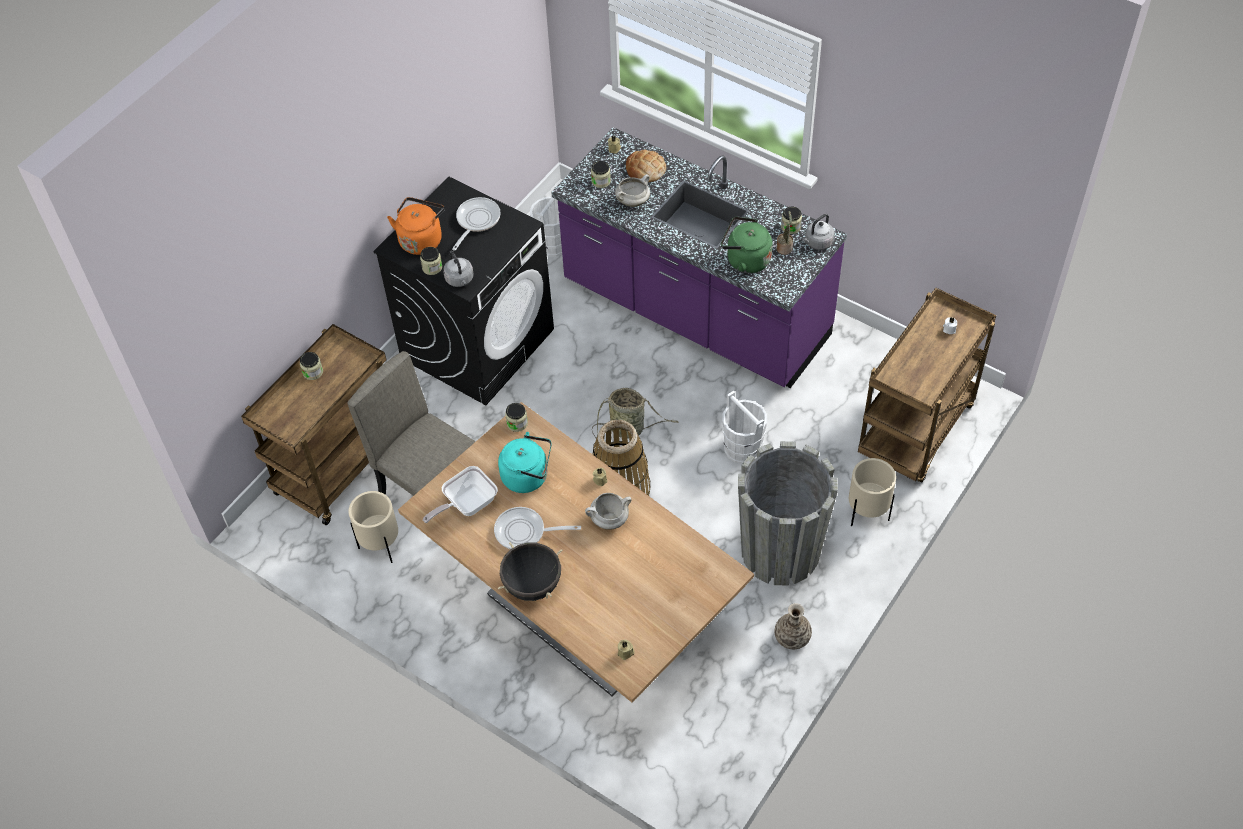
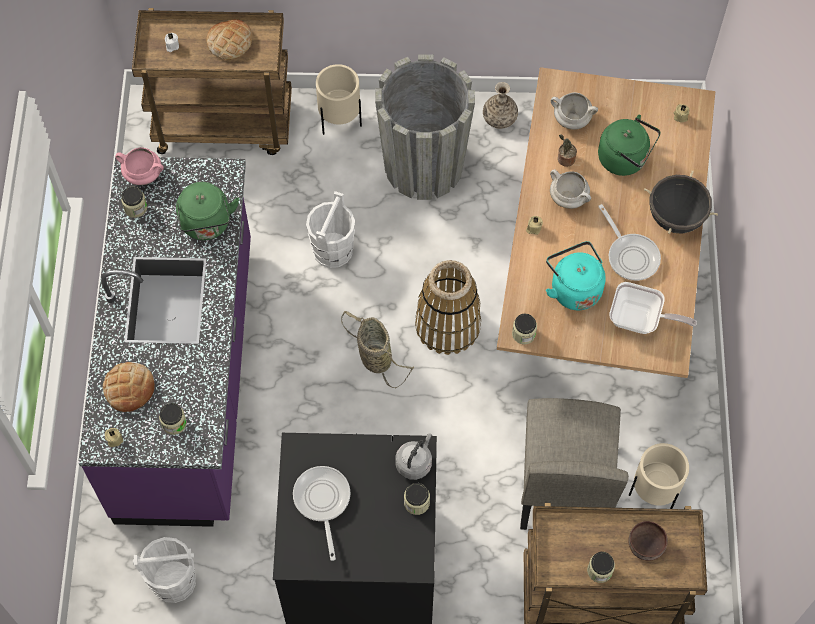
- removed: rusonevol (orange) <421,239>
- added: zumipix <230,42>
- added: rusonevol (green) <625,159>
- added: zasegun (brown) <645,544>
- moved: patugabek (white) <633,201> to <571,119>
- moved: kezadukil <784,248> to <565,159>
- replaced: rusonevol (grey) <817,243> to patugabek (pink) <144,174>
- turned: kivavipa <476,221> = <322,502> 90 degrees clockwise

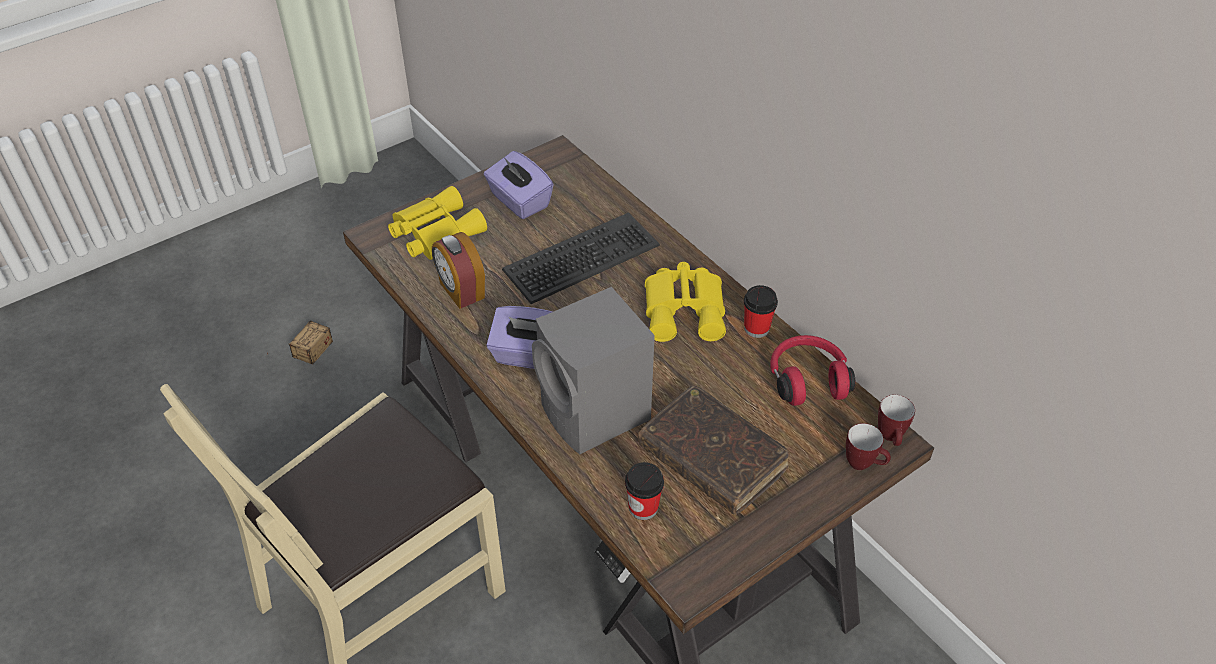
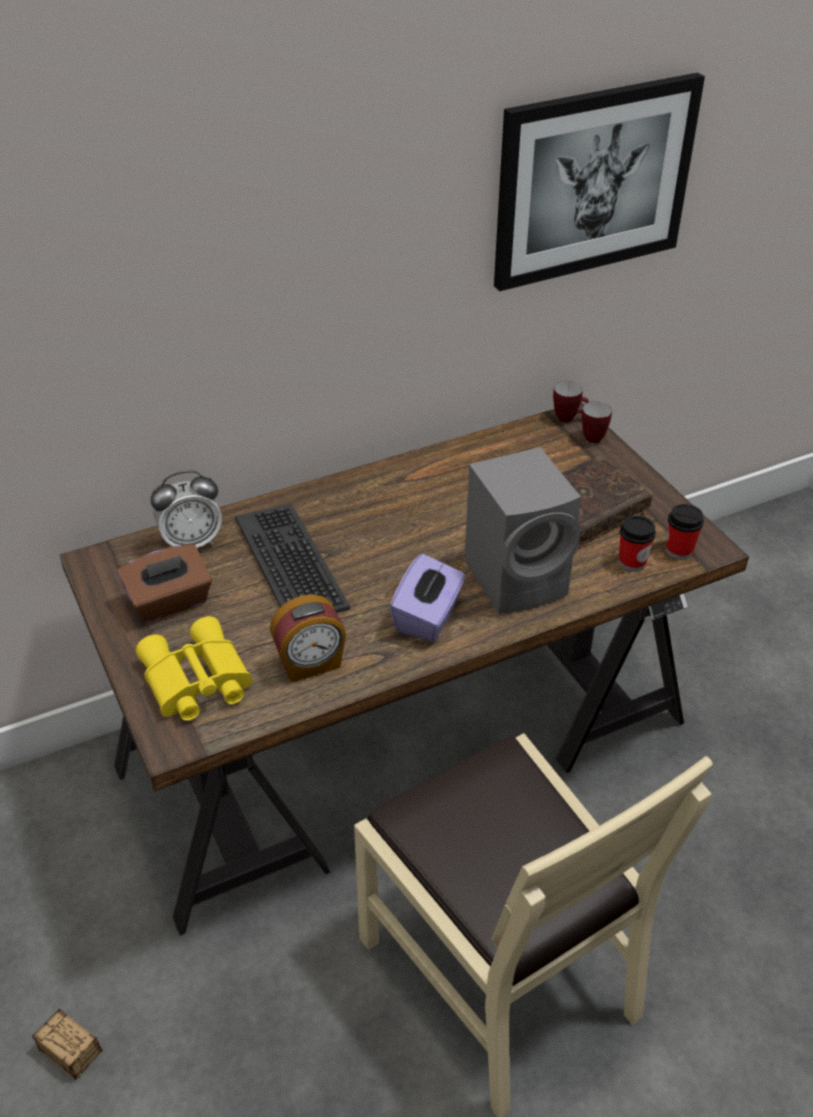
- removed: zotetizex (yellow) <686,310>
- removed: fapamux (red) <807,379>
- added: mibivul <191,542>
- added: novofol <593,181>
- moved: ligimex <756,328> to <679,551>
- recoloured: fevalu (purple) <519,201> to fevalu (brown) <170,602>

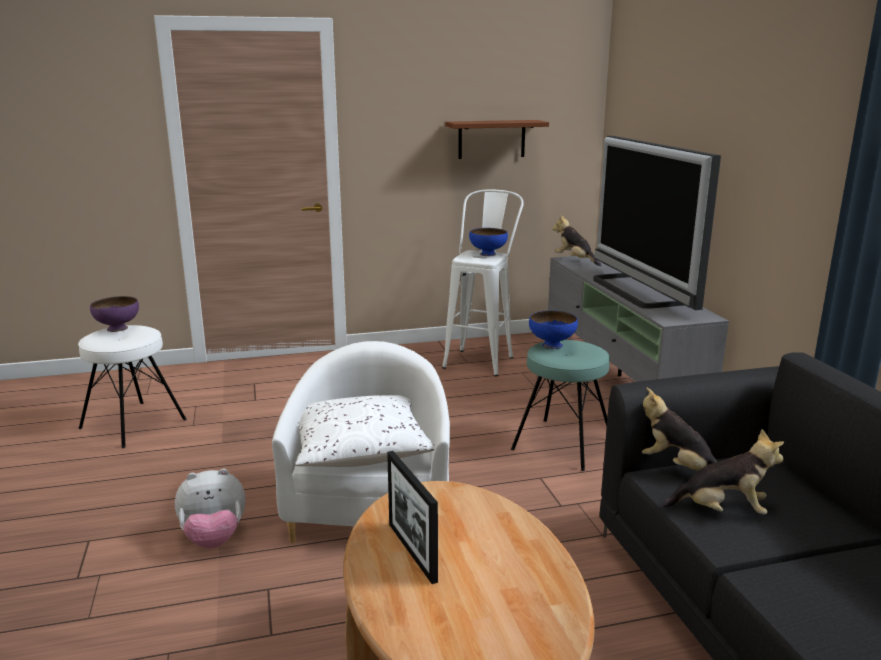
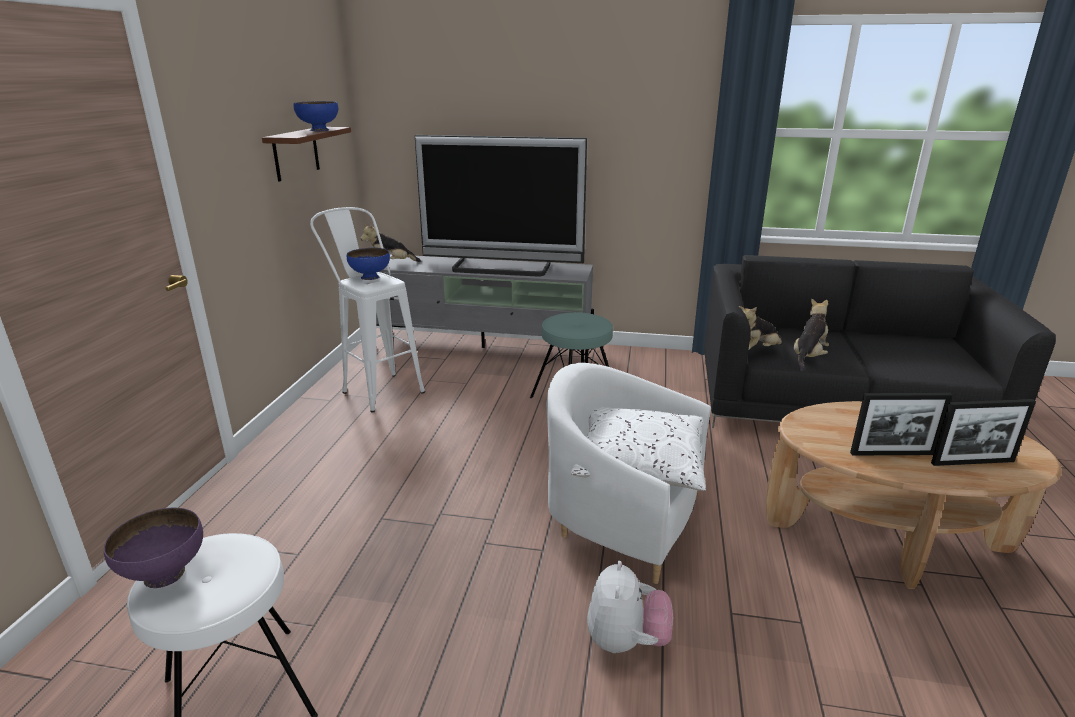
- added: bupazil <972,462>
- moved: zasegun (blue) <552,345> to <319,130>

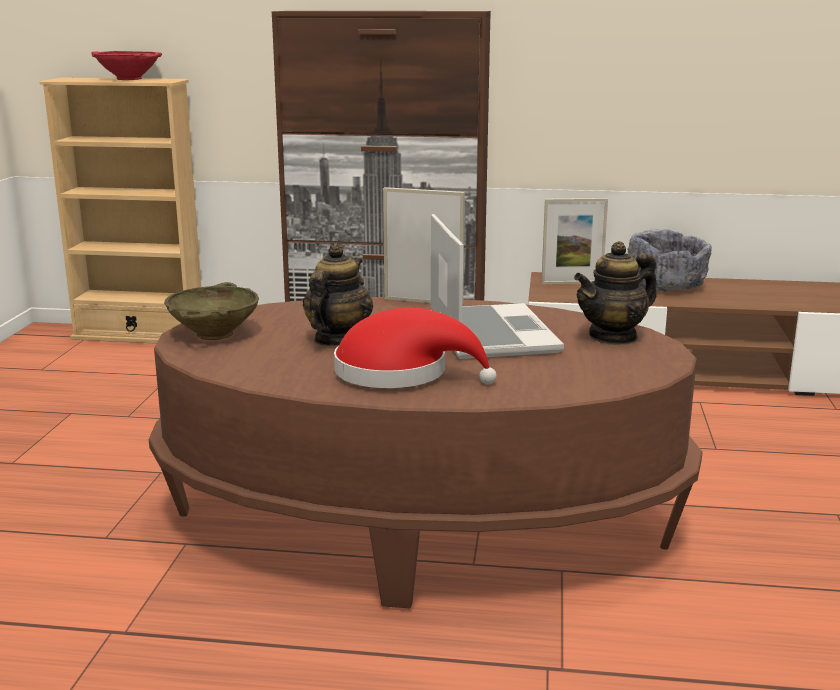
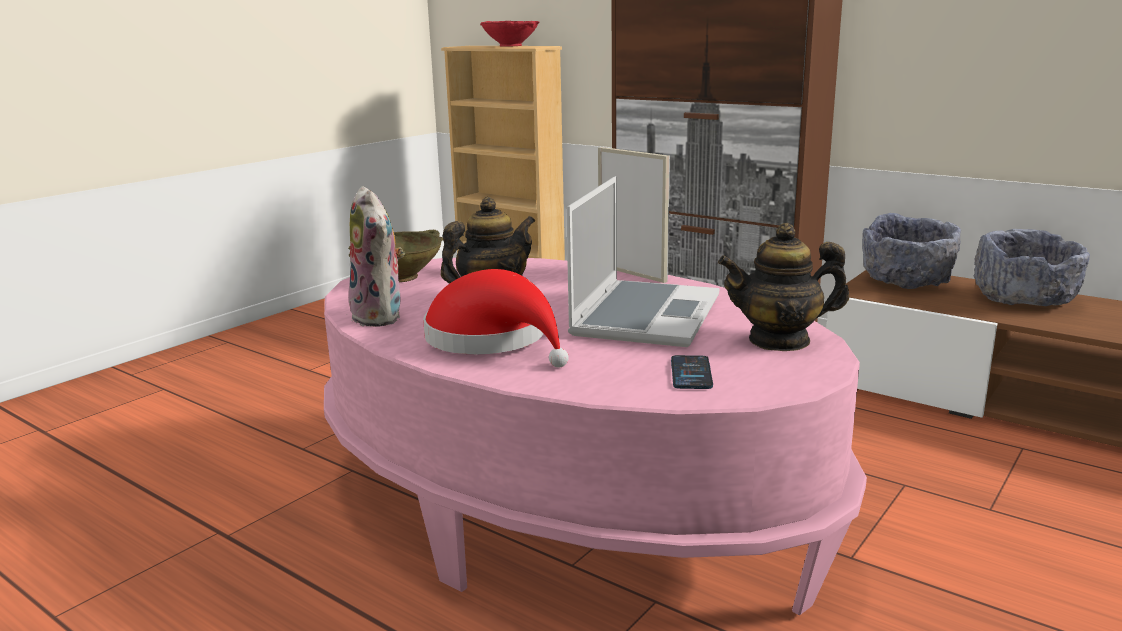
- added: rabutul <382,317>
- added: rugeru <691,373>
- replaced: bupazil <572,283> to zasegun (grey) <906,281>
- recoloured: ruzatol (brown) <419,522> to ruzatol (pink) <565,505>

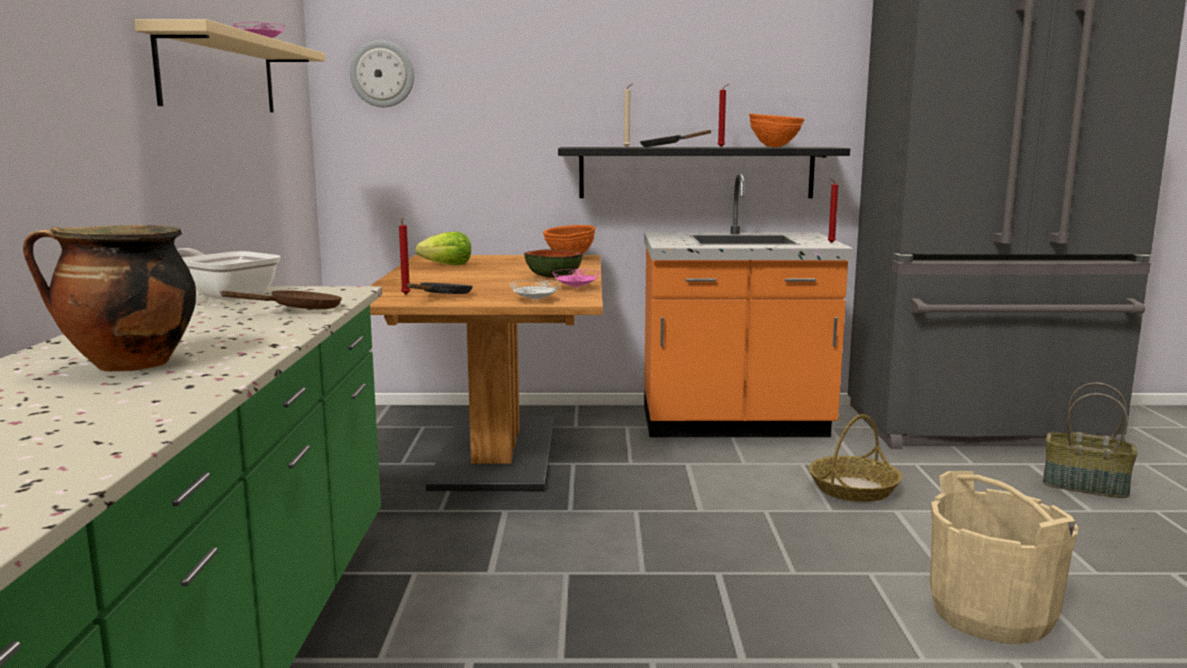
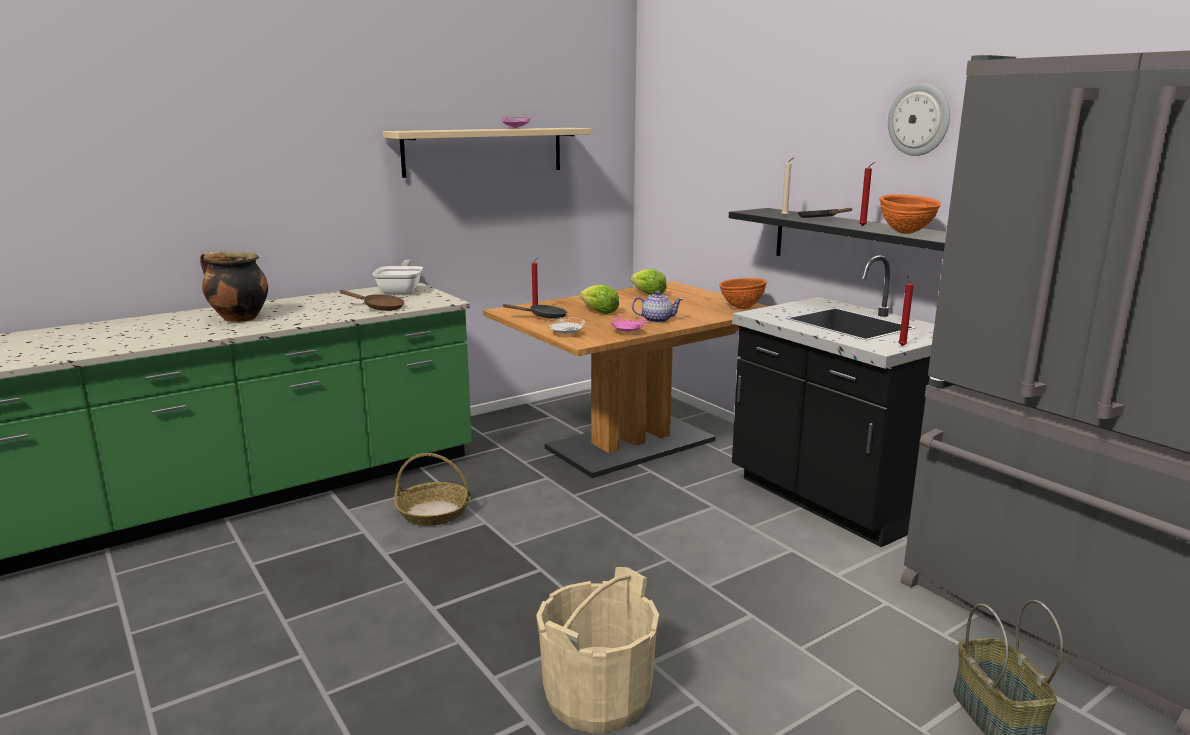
- added: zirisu <599,312>
- moved: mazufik <382,74> to <919,119>
- moved: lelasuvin <853,489> to <434,512>
- replaced: zasegun <552,277> to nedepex <657,320>
- recoloured: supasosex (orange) <734,425> to supasosex (black) <830,500>

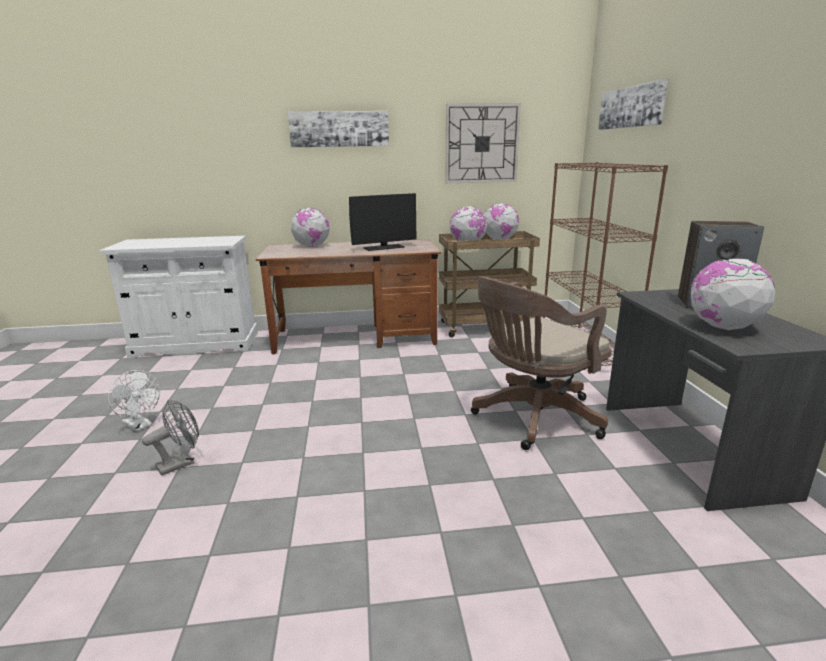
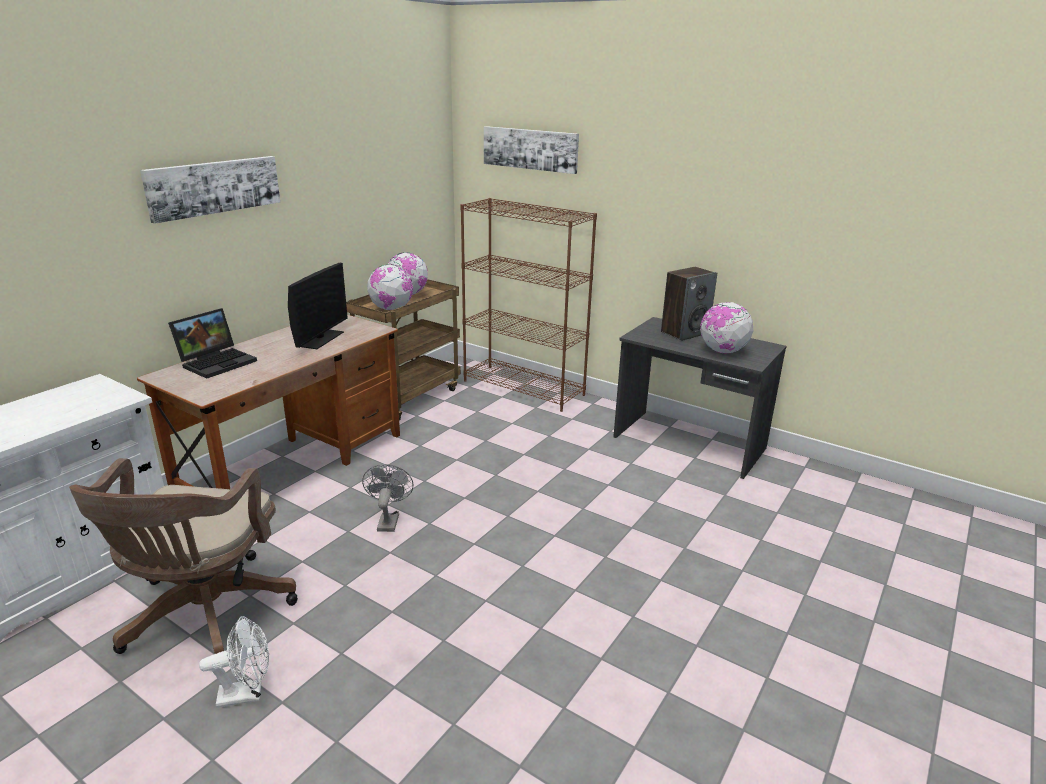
- removed: mazufik <481,144>
- moved: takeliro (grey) <181,463> to <388,520>
- moved: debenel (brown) <532,418> to <204,617>
- replaced: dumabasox <312,246> to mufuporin <218,362>

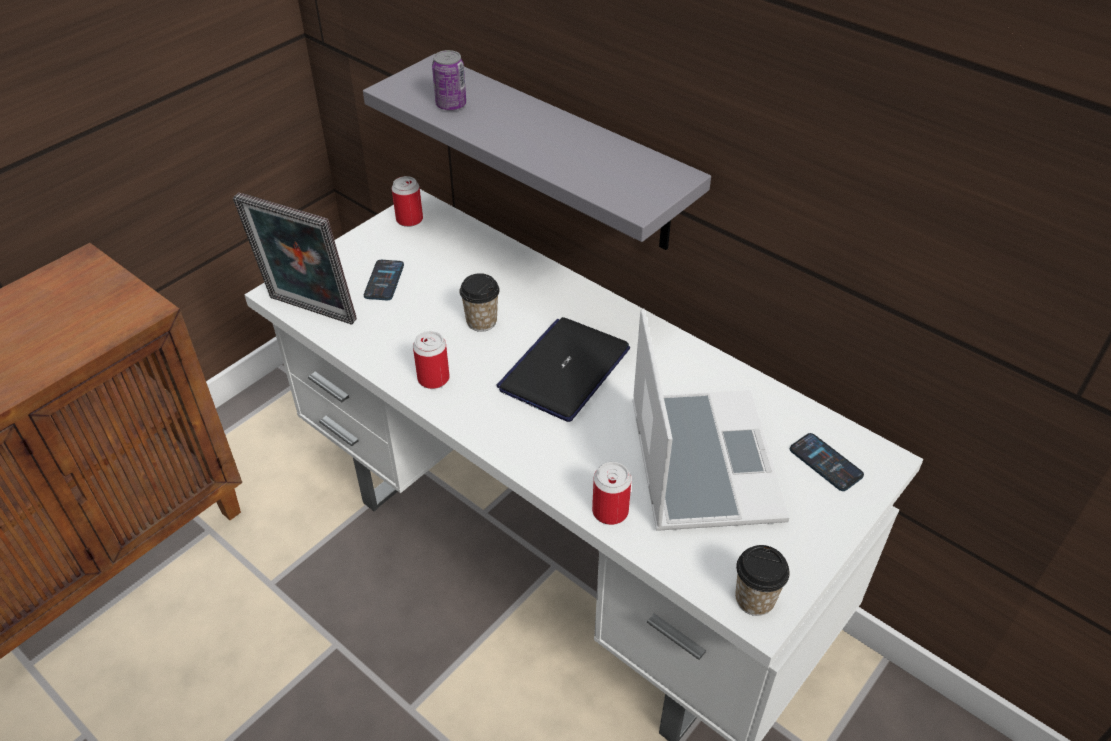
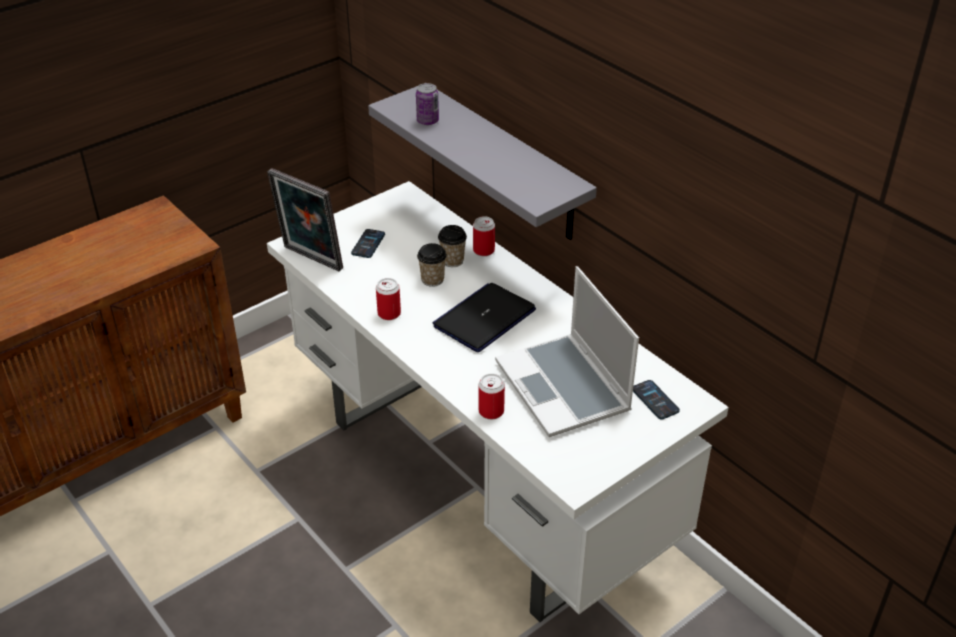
- moved: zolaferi <409,219> to <483,250>
- moved: ligimex <754,599> to <452,261>
- turned: mufuporin <700,460> = <565,387> 150 degrees clockwise

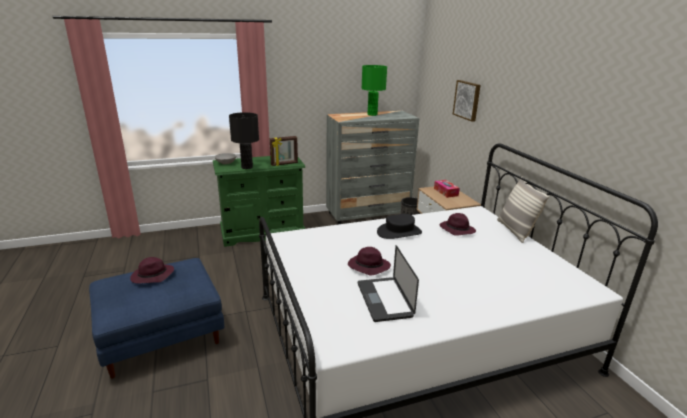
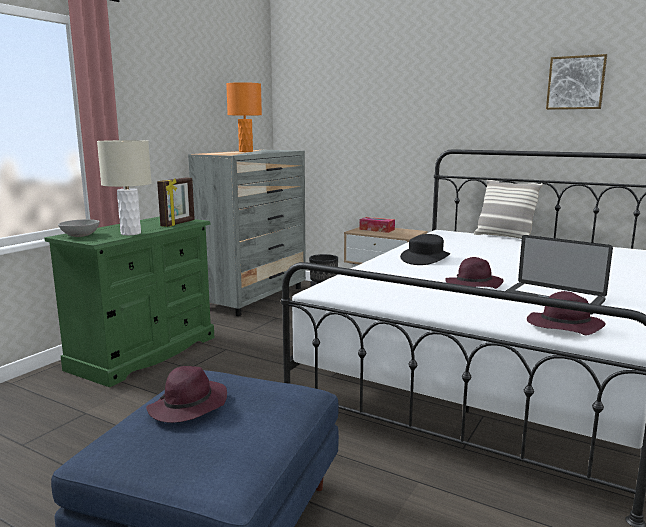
- moved: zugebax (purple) <456,230> to <563,327>
- moved: novofol <467,100> to <576,83>
- recoloured: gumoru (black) <247,167> to gumoru (beige) <131,233>
- recoloured: gumoru (green) <372,114> to gumoru (orange) <246,151>

